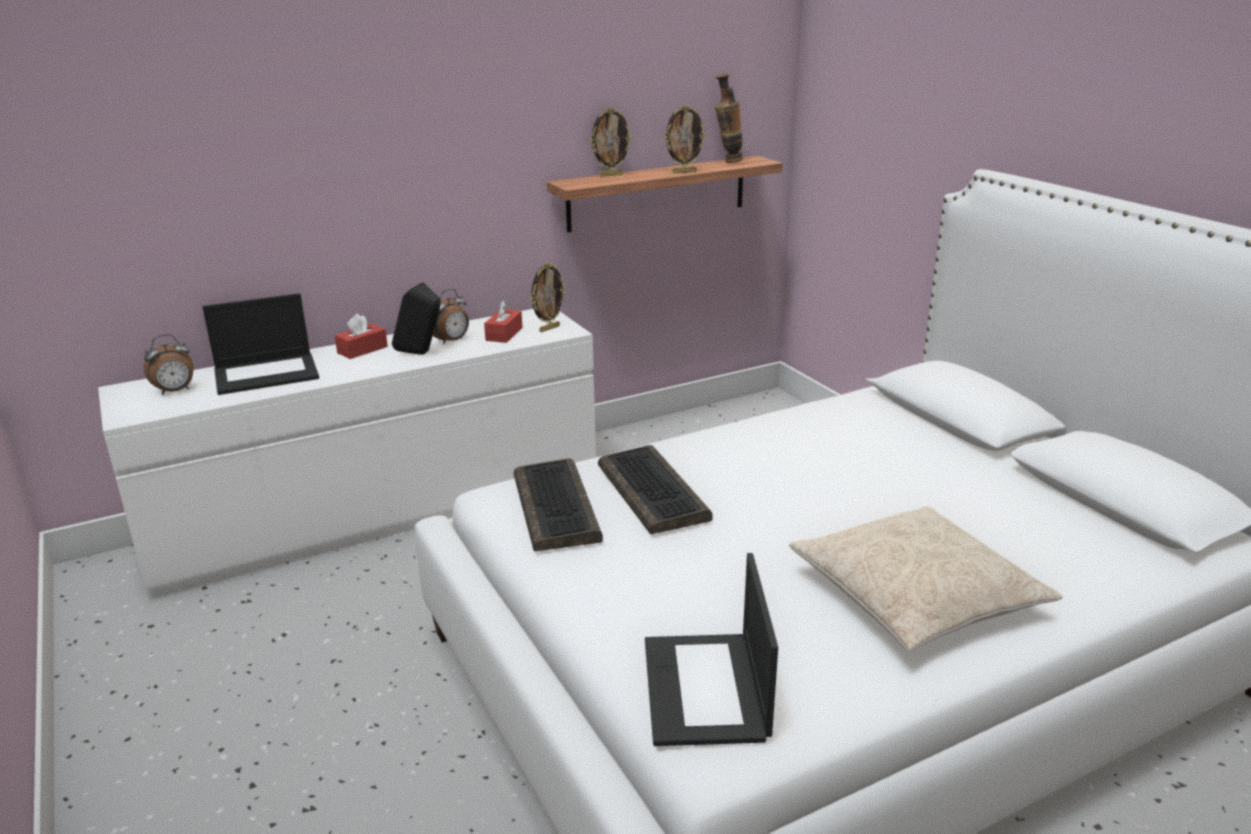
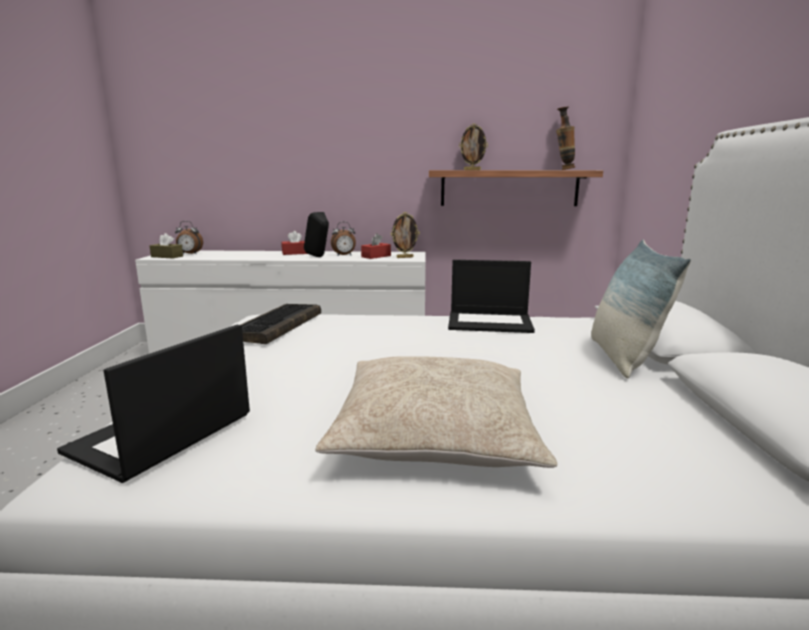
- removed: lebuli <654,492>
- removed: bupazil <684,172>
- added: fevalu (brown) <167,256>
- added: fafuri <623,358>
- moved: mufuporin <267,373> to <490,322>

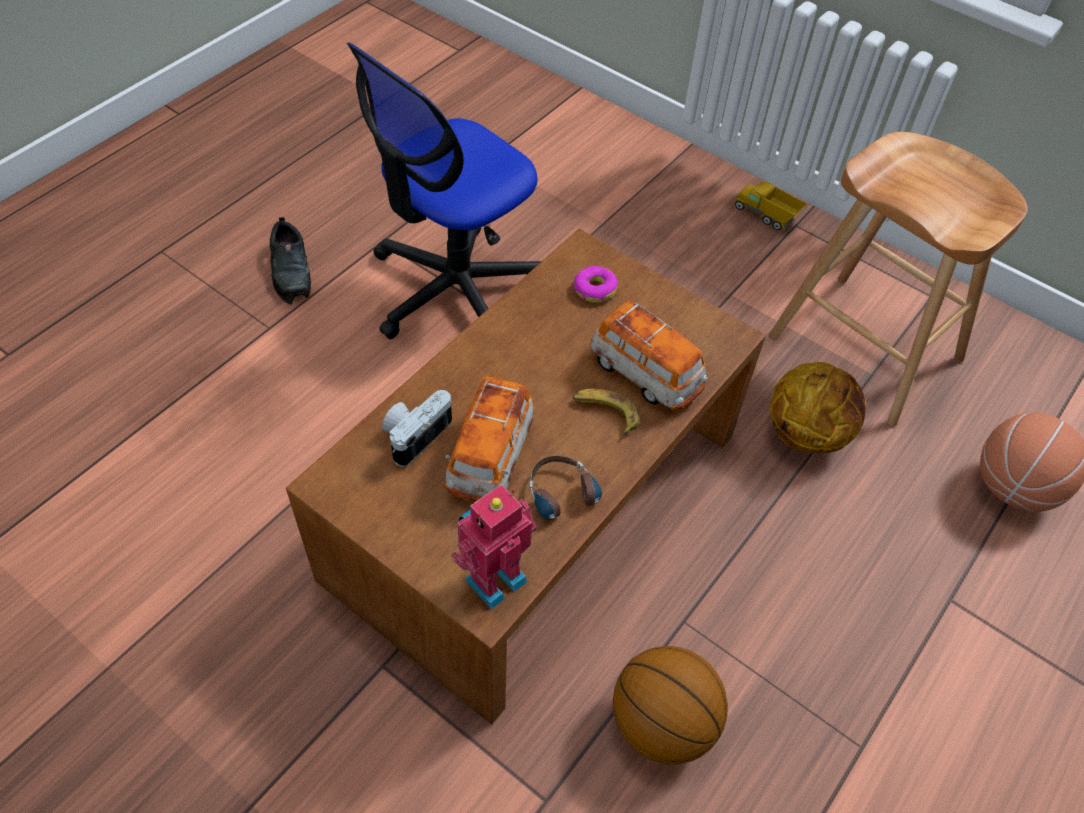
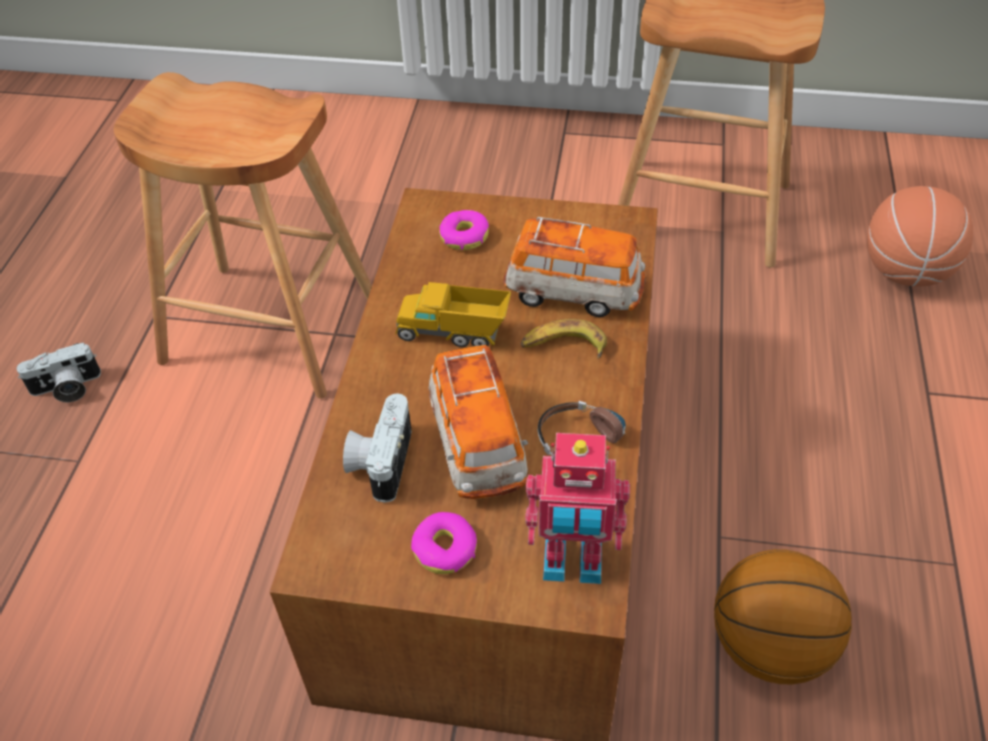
- removed: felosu <807,433>
- added: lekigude <445,549>
- moved: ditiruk <765,216> to <453,334>
- replaced: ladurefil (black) <291,270> to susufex <66,388>
- replaced: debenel <456,290> to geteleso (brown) <271,329>
- turned: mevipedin <493,577> = <572,564> 105 degrees counterclockwise

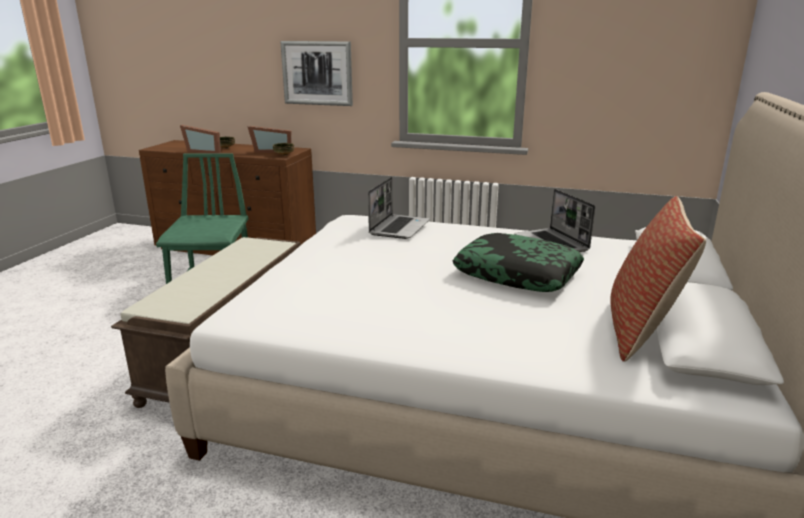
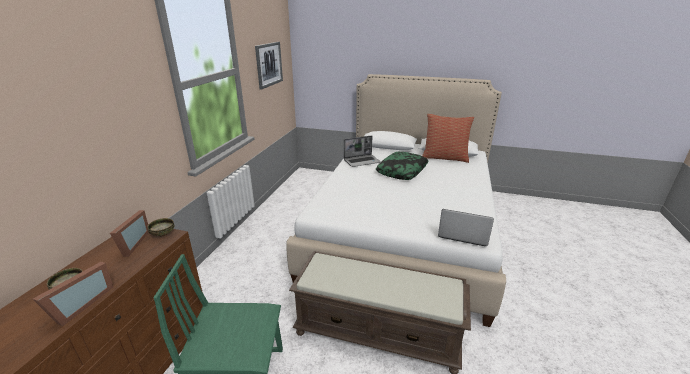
- moved: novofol <317,73> to <269,64>
- moved: mufuporin <399,227> to <462,234>

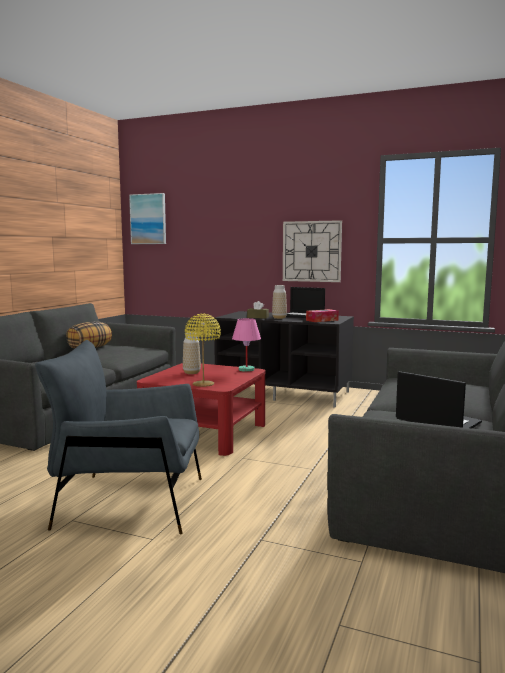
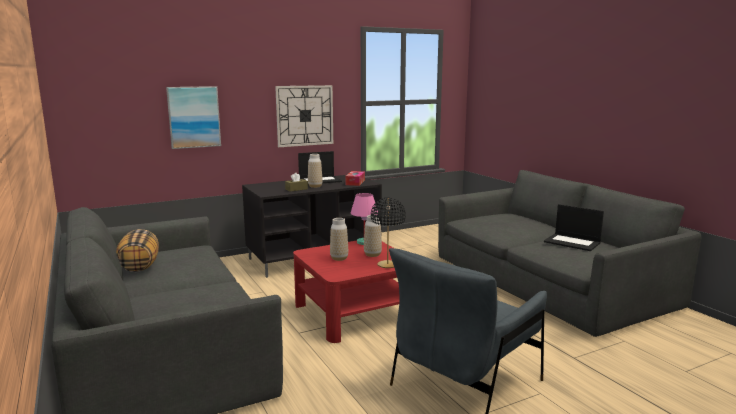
- added: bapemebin <372,254>
- moved: novofol <148,219> to <194,117>
- recoloured: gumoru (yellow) <203,384> to gumoru (black) <387,265>
- turned: mufuporin <436,421> = <573,242> 135 degrees counterclockwise

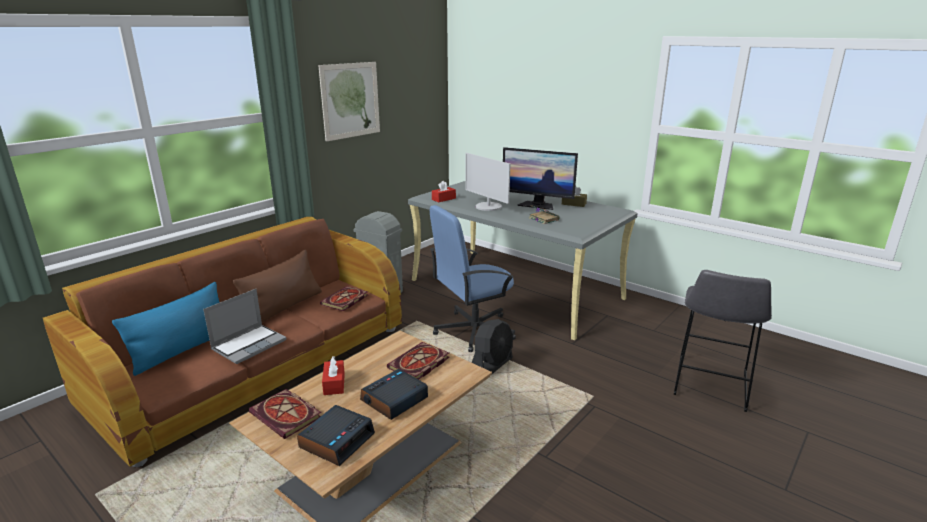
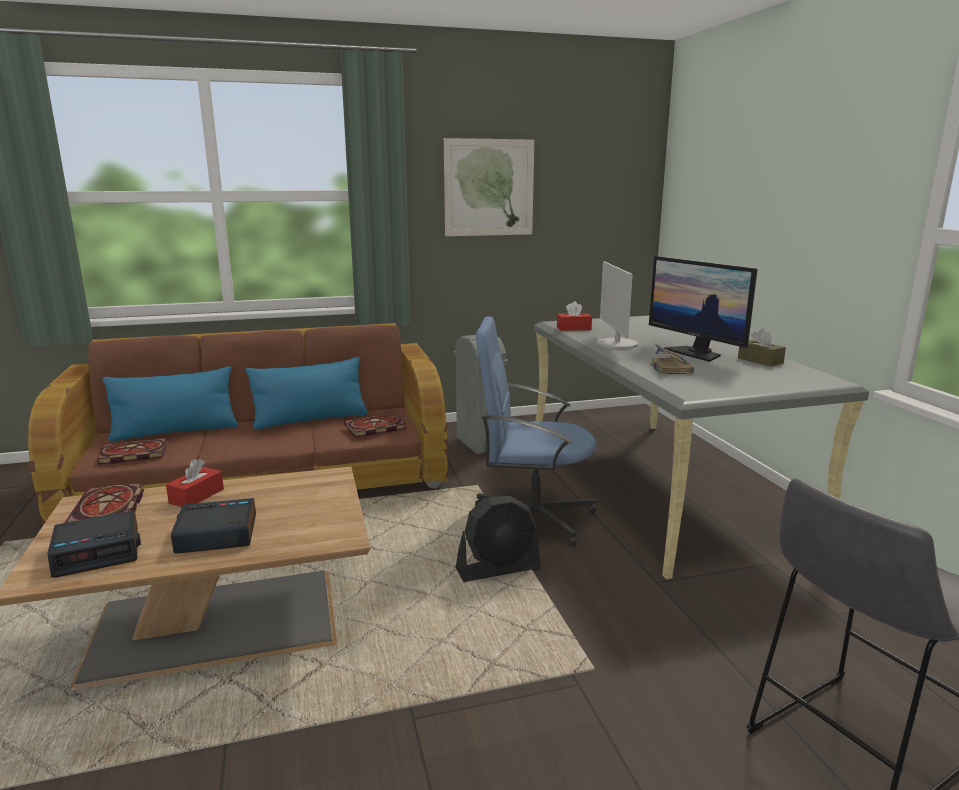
- removed: mufuporin <249,344>
- moved: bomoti <419,364> to <131,454>
- recoloured: fafuri (brown) <284,307> to fafuri (blue) <310,419>

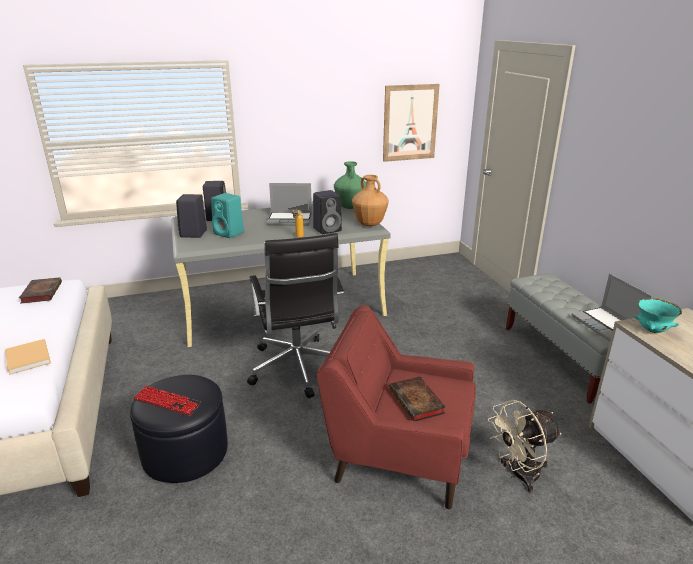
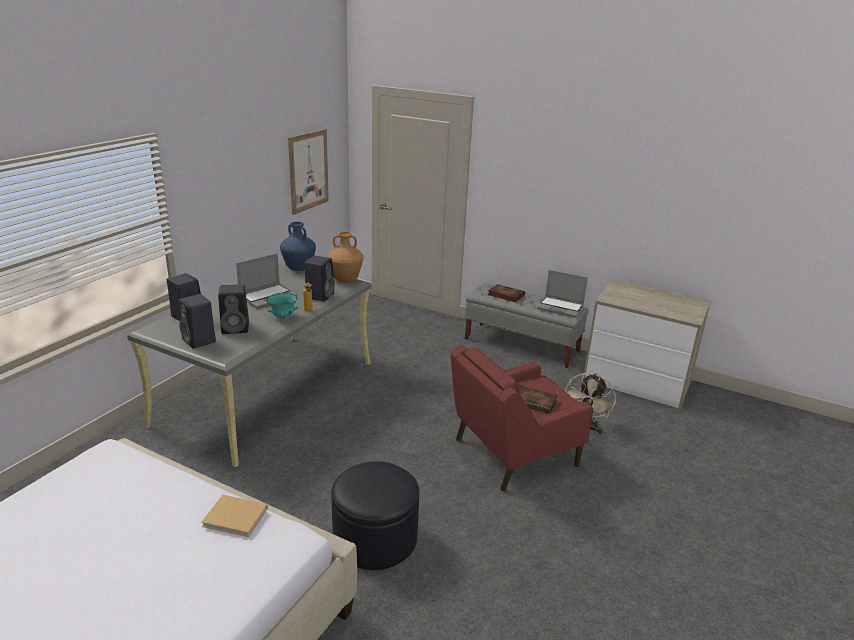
- removed: lebuli <167,402>
- removed: debenel (black) <298,369>
- moved: bomoti <41,292> to <505,295>
- moved: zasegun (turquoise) <653,330> to <283,317>
- recoloured: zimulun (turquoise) <229,233> to zimulun (black) <236,328>
- recoloured: bapemebin (green) <350,207> to bapemebin (blue) <299,269>

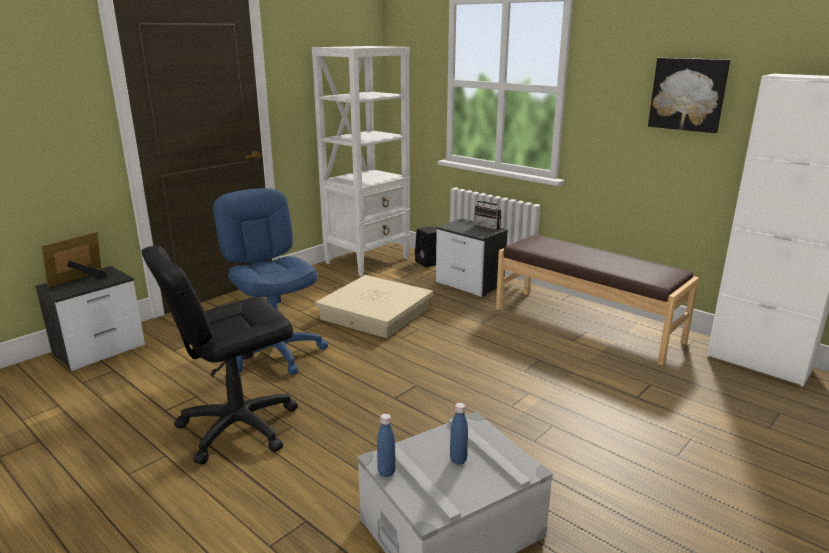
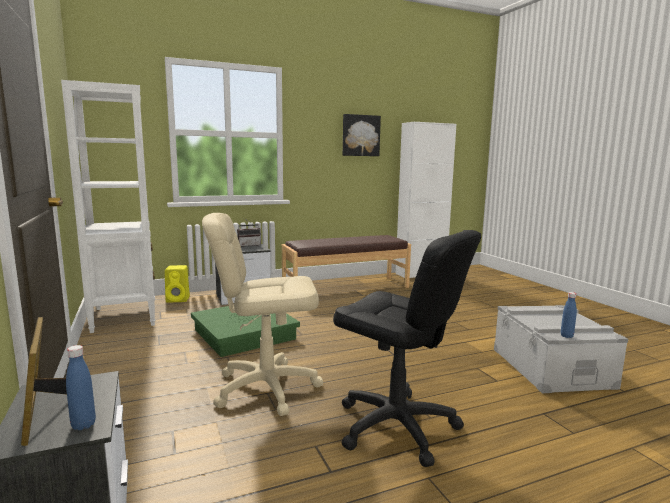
- moved: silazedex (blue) <458,460> to <83,425>
- recoloured: debenel (blue) <276,353> to debenel (beige) <266,387>
- recoloured: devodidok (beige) <376,313> to devodidok (green) <245,334>
- recoloured: zimulun (black) <429,263> to zimulun (yellow) <178,299>
- turned: debenel (black) <238,427> = <396,426> 45 degrees counterclockwise

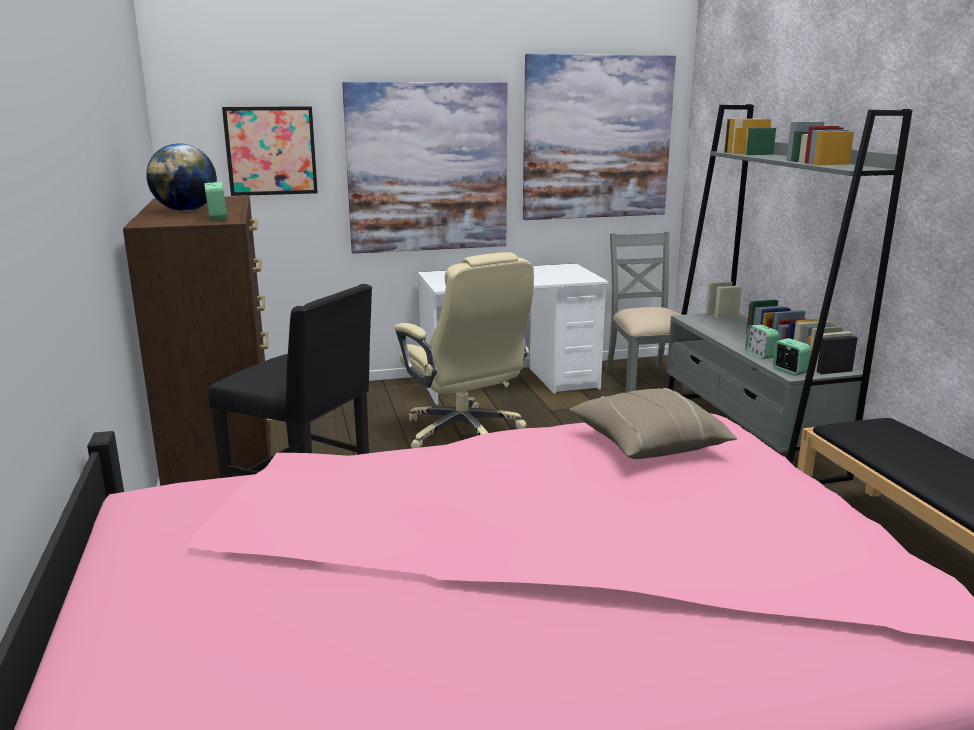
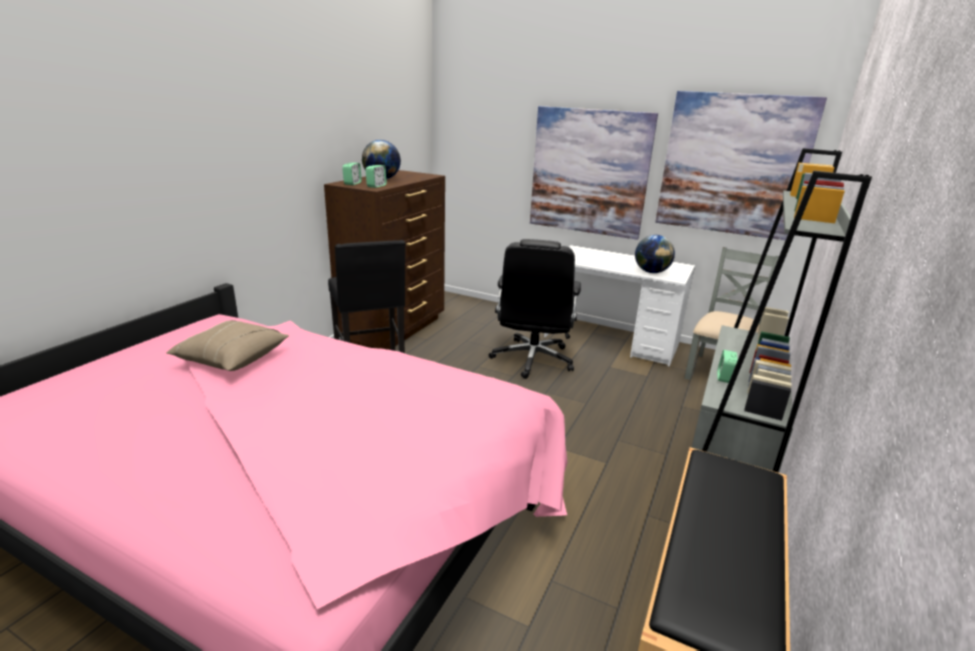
- removed: novofol <271,151>
- added: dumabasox <651,272>
- moved: fafuri (beige) <647,444> to <232,358>
- moved: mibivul <789,371> to <352,183>
- recoloured: debenel (beige) <464,433> to debenel (black) <532,360>

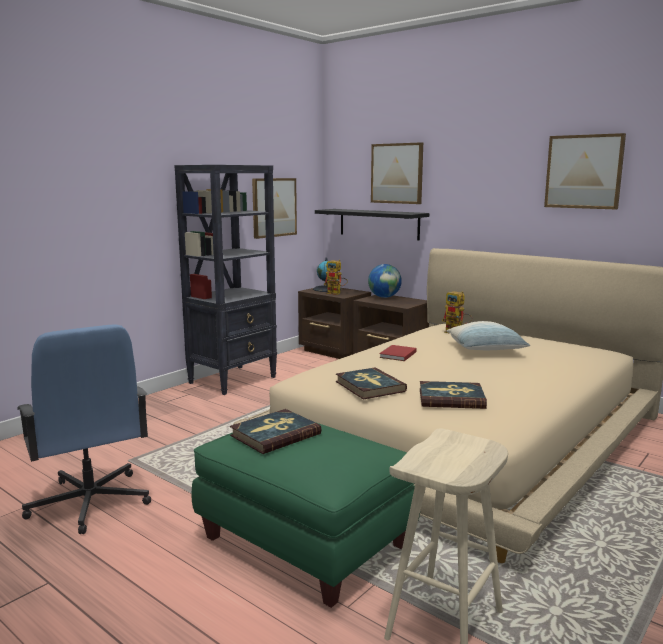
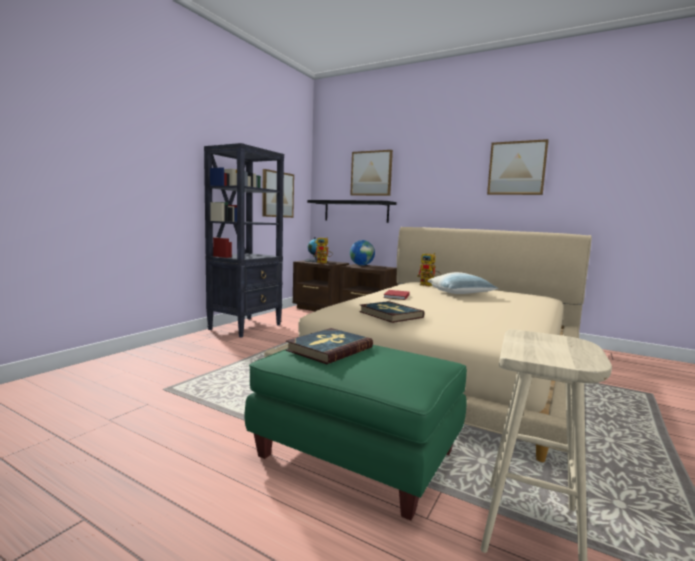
- removed: debenel (blue) <90,503>
- removed: bomoti <451,398>

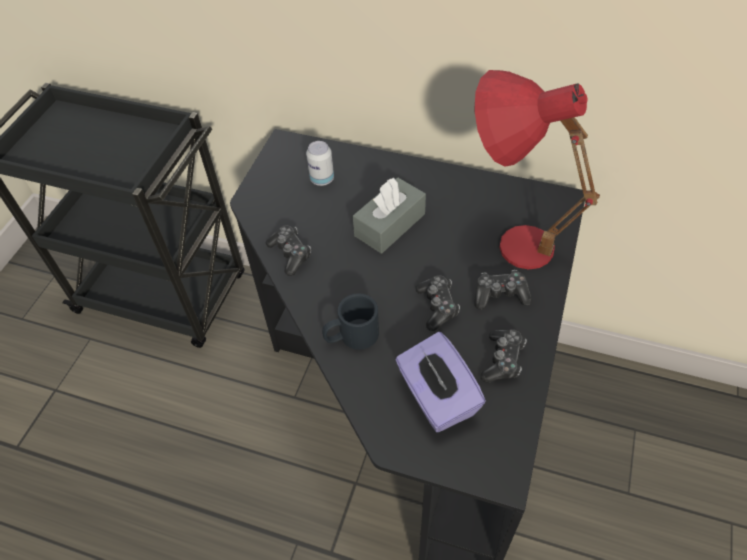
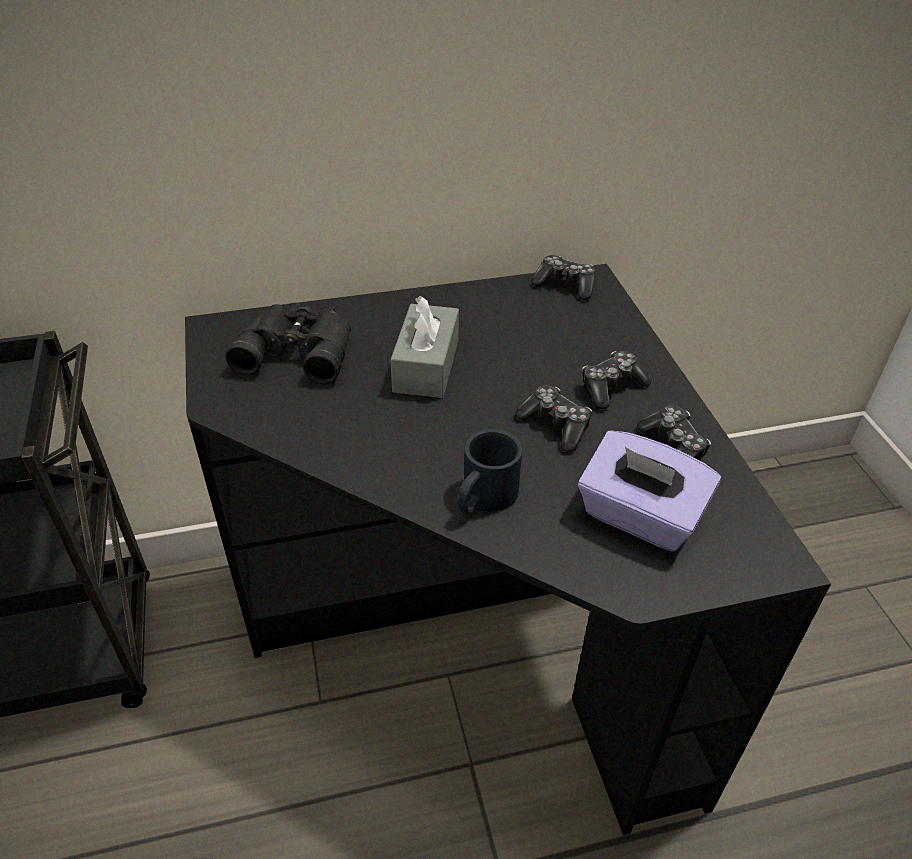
- removed: gumoru (red) <508,238>
- moved: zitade <290,254> to <565,285>
- replaced: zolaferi <322,179> to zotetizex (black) <298,348>

